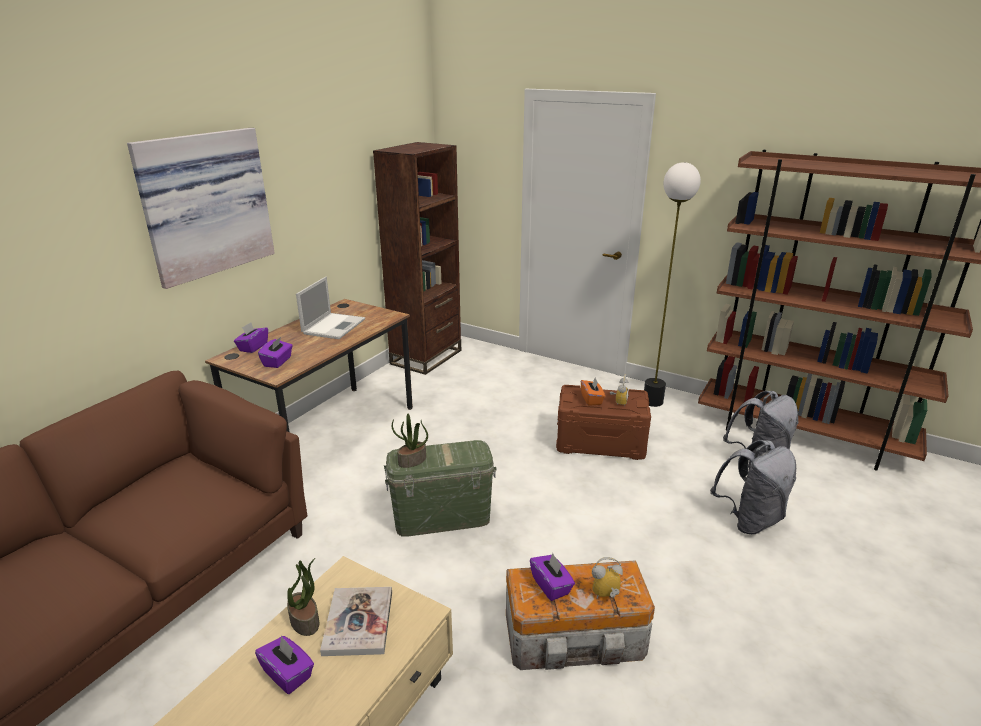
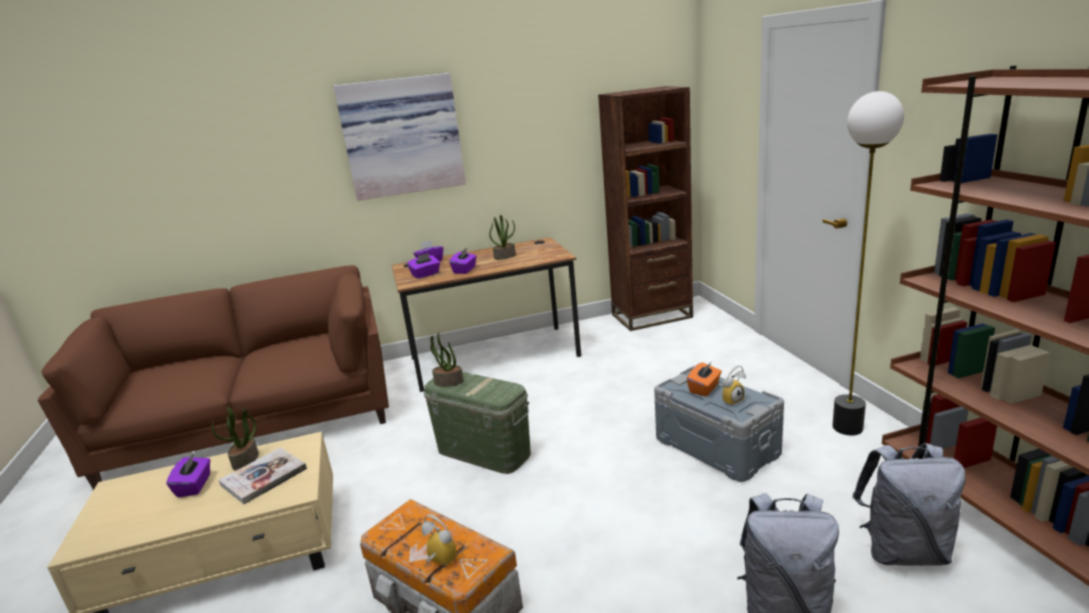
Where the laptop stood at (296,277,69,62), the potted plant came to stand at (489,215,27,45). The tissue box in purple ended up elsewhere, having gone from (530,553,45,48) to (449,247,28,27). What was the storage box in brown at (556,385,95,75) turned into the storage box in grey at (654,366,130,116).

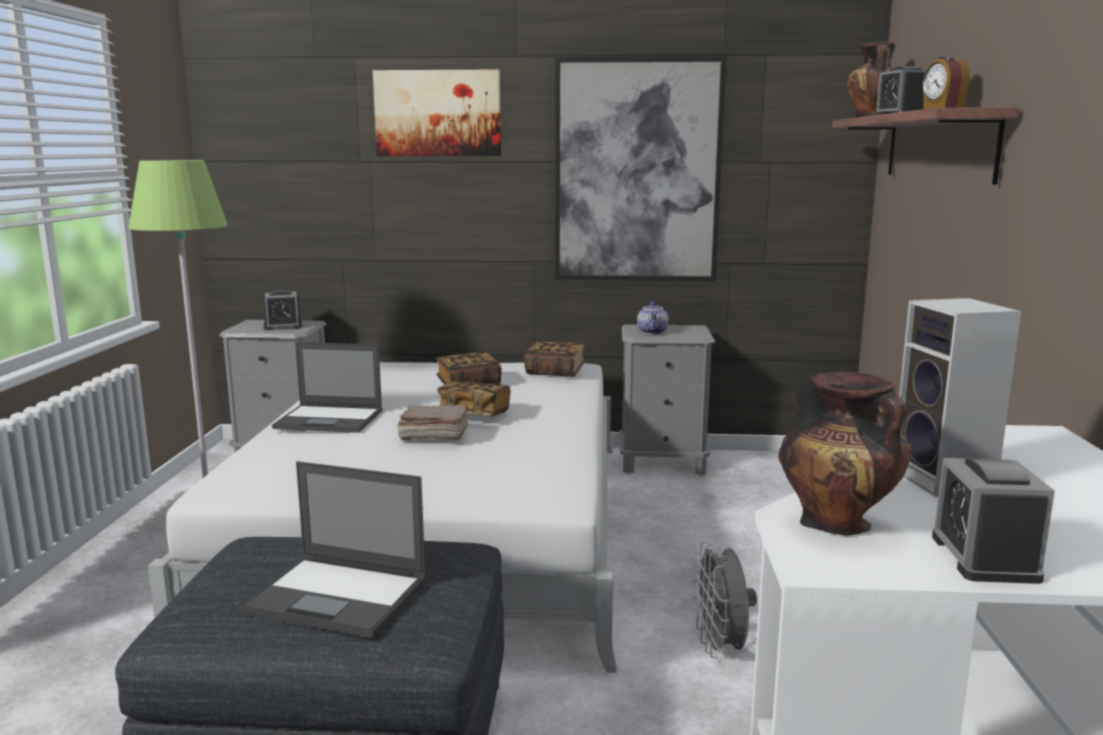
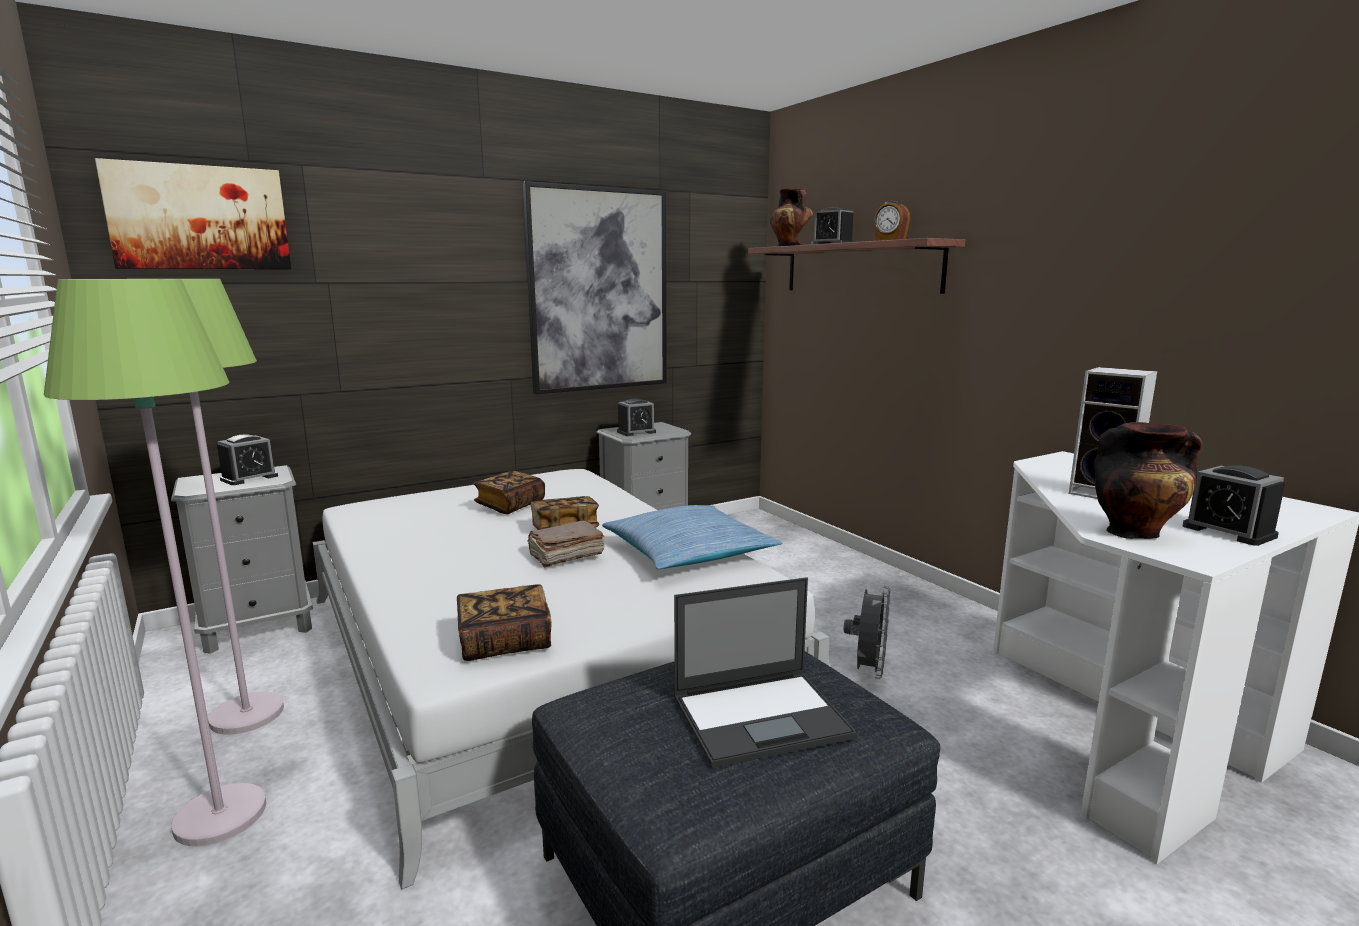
The second view lost the laptop at (272,342,111,91). The picture ended up elsewhere, having gone from (373,70,128,86) to (95,158,196,111). The book ended up elsewhere, having gone from (524,341,62,36) to (457,584,95,77). Where the teapot stood at (637,302,32,32), the alarm clock came to stand at (617,398,39,38). The fan in grey at (692,542,65,116) ended up facing another way, 120 degrees counterclockwise from before. The second view gained the floor lamp in green at (44,279,222,567). The second view gained the pillow at (602,505,180,64).

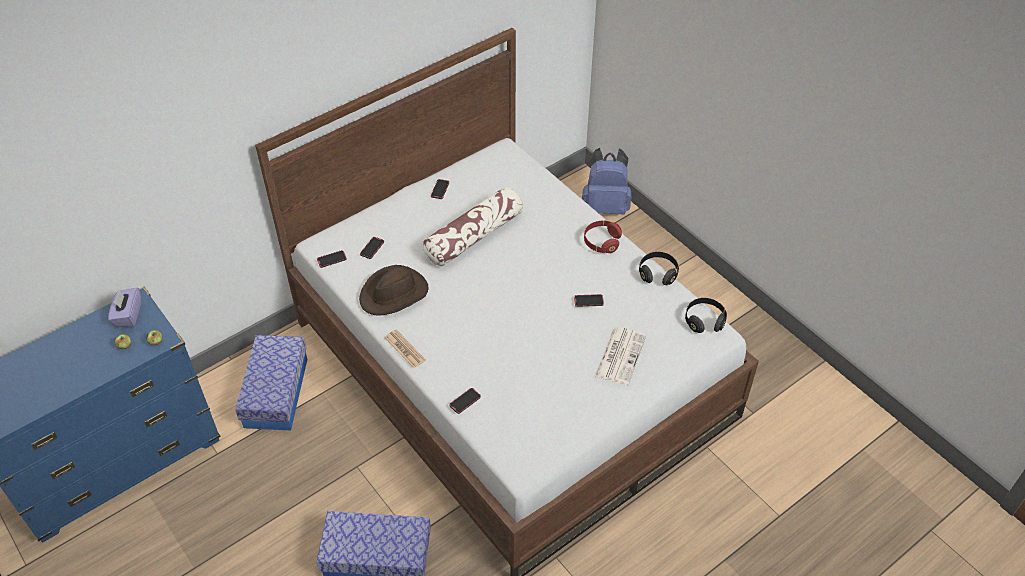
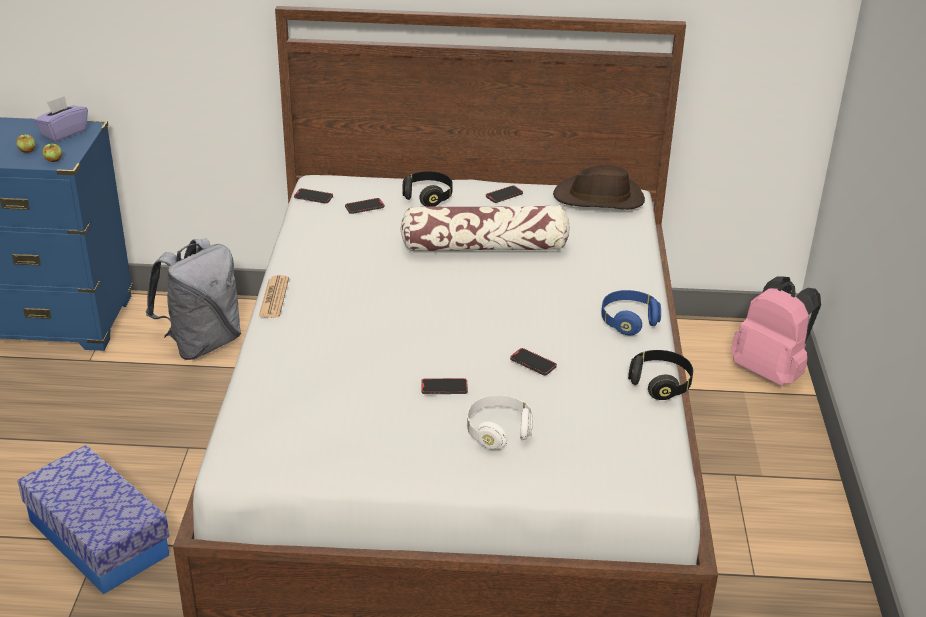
Where the storage box stood at (235,335,72,95), the backpack in grey came to stand at (146,239,95,121). The hat in brown ended up elsewhere, having gone from (359,265,69,51) to (553,165,92,45). The phone ended up elsewhere, having gone from (449,388,32,26) to (421,378,47,16). What was the backpack in blue at (582,148,49,67) turned into the backpack in pink at (731,276,90,110). What was the headphones in red at (584,221,38,32) turned into the headphones in blue at (601,290,60,45). Where the newspaper stood at (594,327,52,59), the headphones in white came to stand at (467,395,66,55). The headphones in black ended up elsewhere, having gone from (685,298,42,35) to (402,171,51,36).

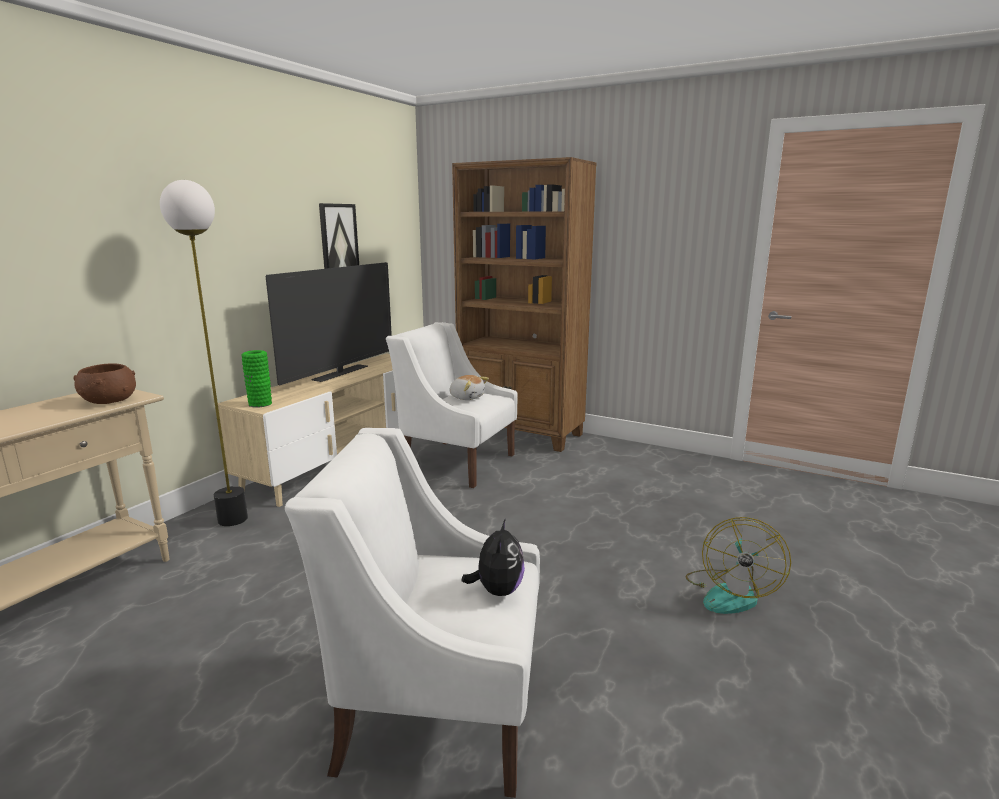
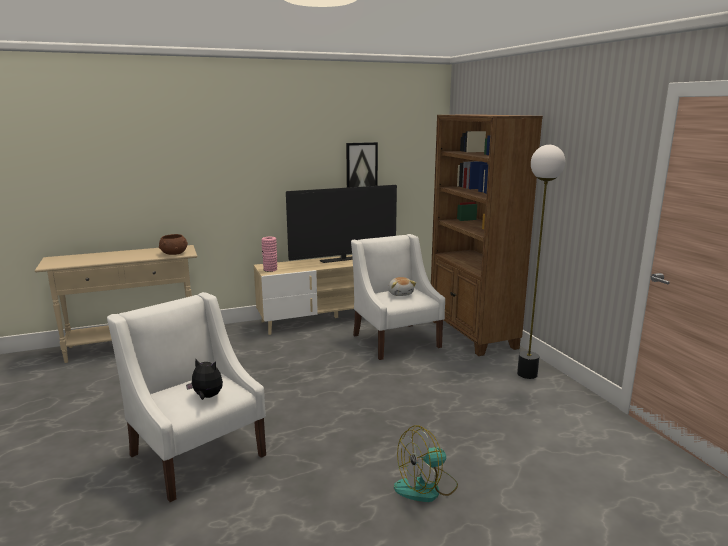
The floor lamp ended up elsewhere, having gone from (160,180,88,346) to (517,145,48,234). What was the vase in green at (241,350,31,58) turned into the vase in pink at (261,237,16,35). The plush toy at (461,518,64,78) ended up facing another way, 120 degrees counterclockwise from before.

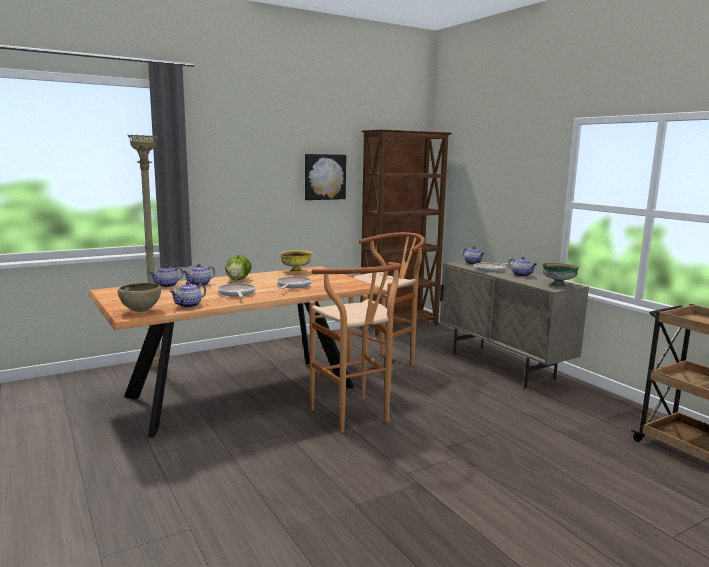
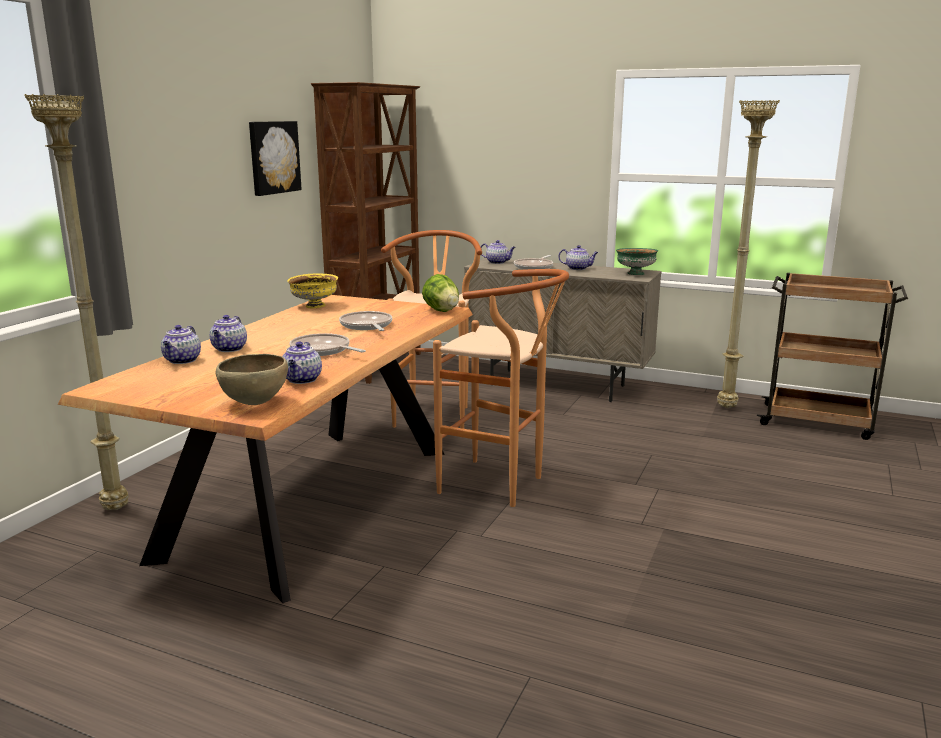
The lettuce ended up elsewhere, having gone from (225,254,27,27) to (422,274,37,38). The second view gained the floor lamp in beige at (717,100,63,308).

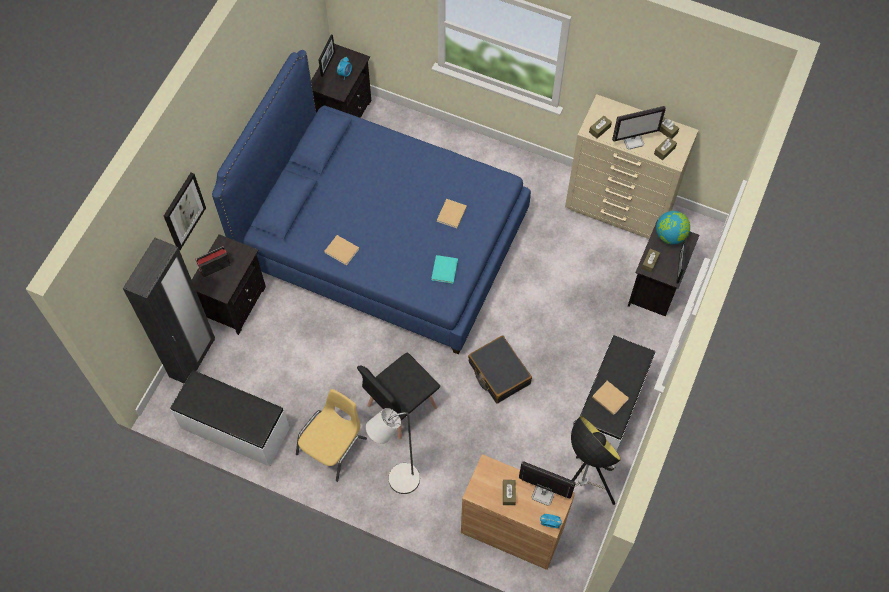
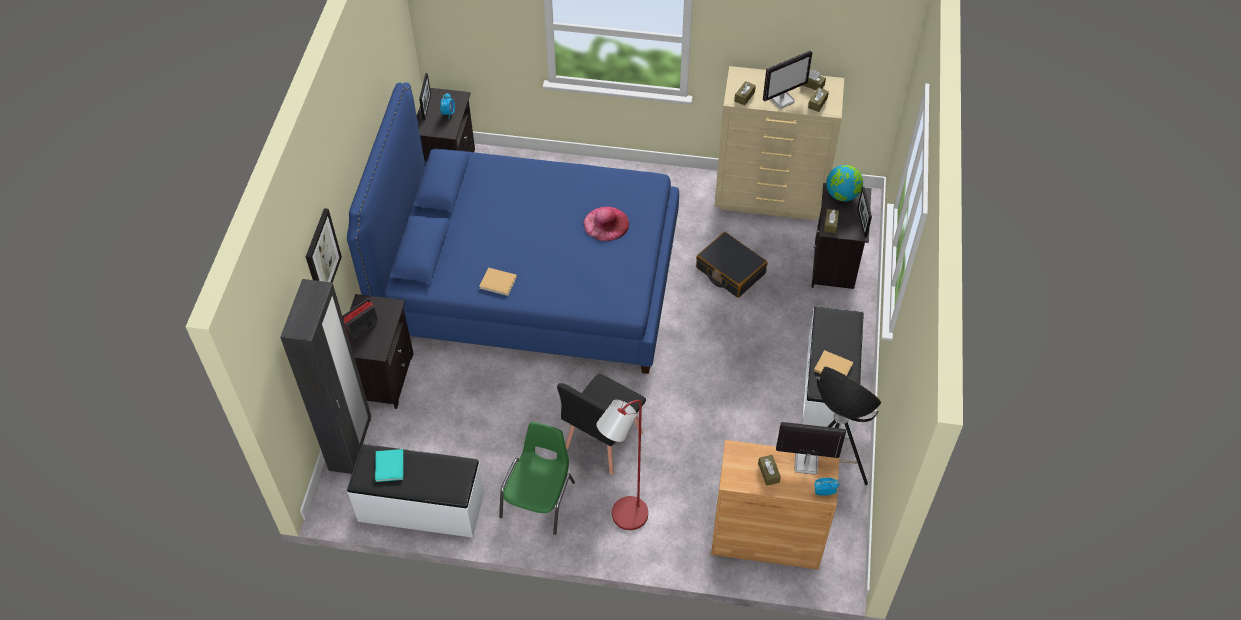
What was the chair in yellow at (296,389,71,93) turned into the chair in green at (499,422,76,113). What was the floor lamp in grey at (366,408,54,86) turned into the floor lamp in red at (596,400,52,130). The book in turquoise ended up elsewhere, having gone from (431,255,27,29) to (375,449,29,33). Where the book in beige stood at (437,199,30,29), the hat in pink came to stand at (583,207,46,35). The suitcase in black ended up elsewhere, having gone from (468,336,64,68) to (696,232,72,66).

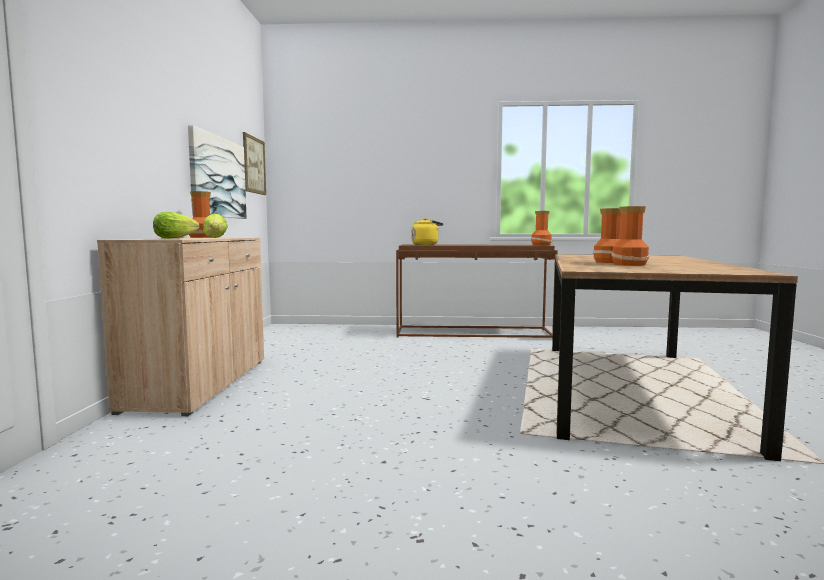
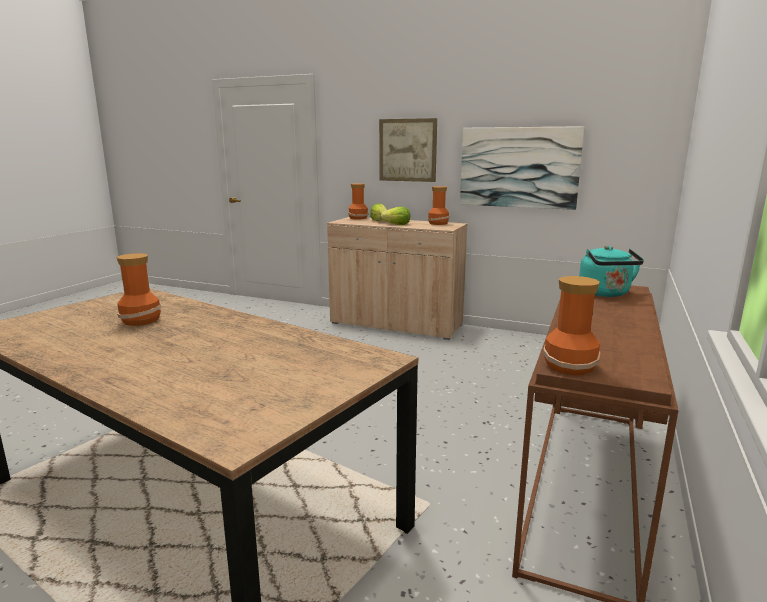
The picture ended up elsewhere, having gone from (243,132,23,63) to (379,118,58,64). What was the kettle in yellow at (412,218,31,27) turned into the kettle in turquoise at (579,246,65,51). The vase ended up elsewhere, having gone from (593,208,28,55) to (348,183,20,36).

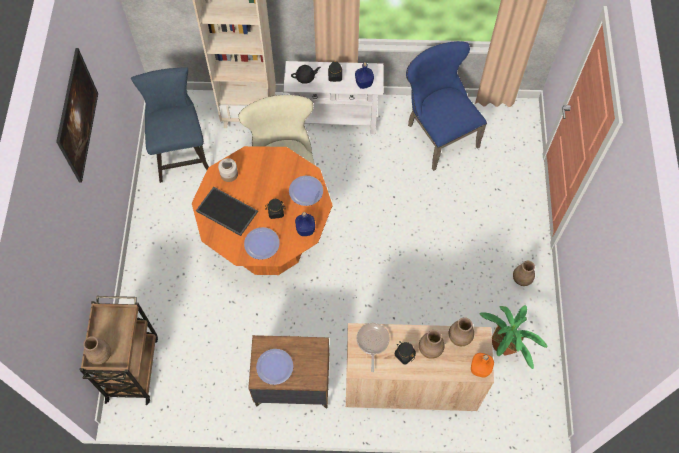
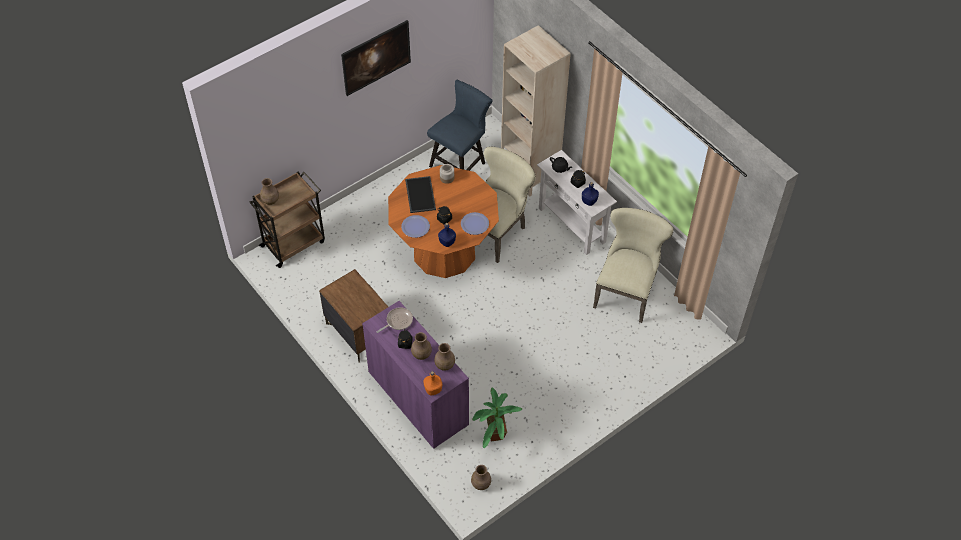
The second view lost the plate at (256,349,37,36). What was the cabinet in beige at (346,323,148,88) turned into the cabinet in purple at (362,301,107,148). What was the chair in blue at (406,41,81,130) turned into the chair in beige at (593,208,81,115). The vase in brown ended up elsewhere, having gone from (513,261,22,25) to (471,465,20,25).

